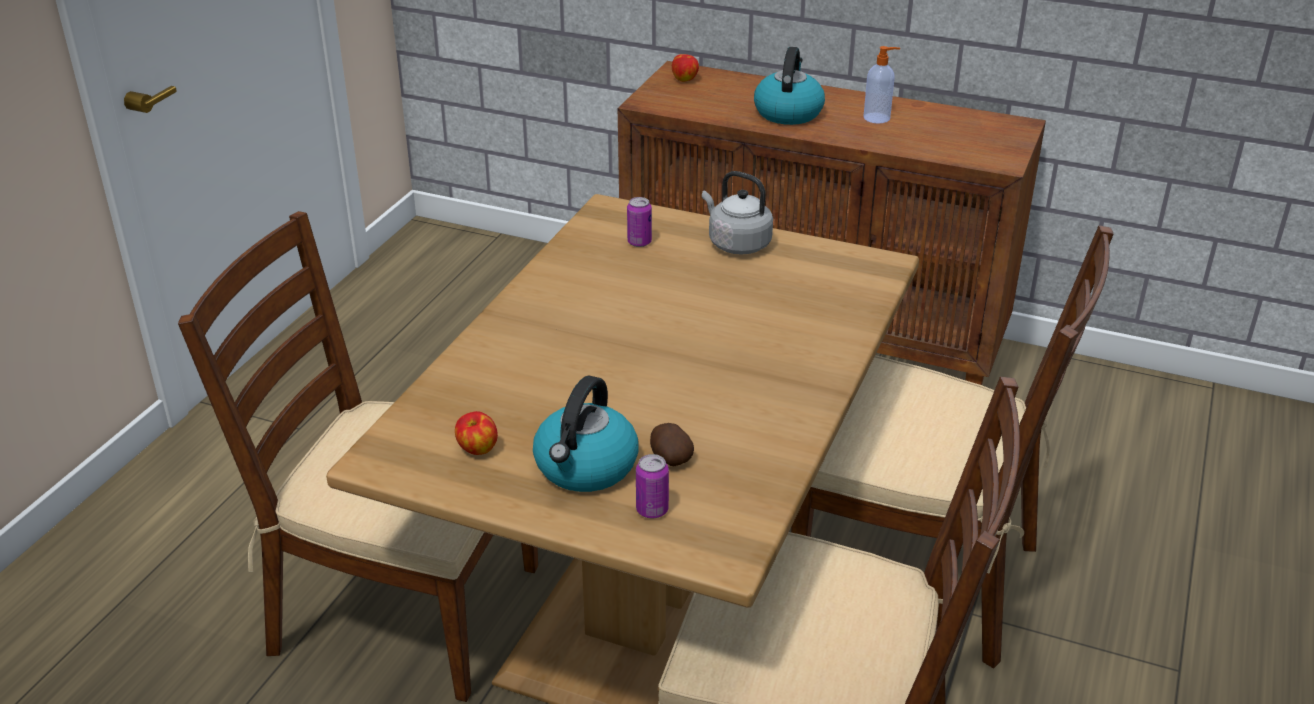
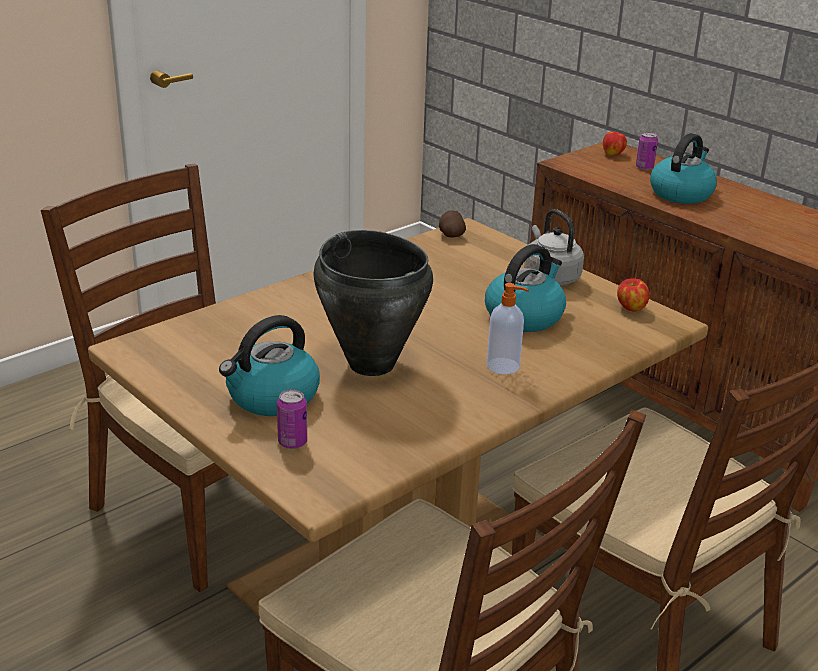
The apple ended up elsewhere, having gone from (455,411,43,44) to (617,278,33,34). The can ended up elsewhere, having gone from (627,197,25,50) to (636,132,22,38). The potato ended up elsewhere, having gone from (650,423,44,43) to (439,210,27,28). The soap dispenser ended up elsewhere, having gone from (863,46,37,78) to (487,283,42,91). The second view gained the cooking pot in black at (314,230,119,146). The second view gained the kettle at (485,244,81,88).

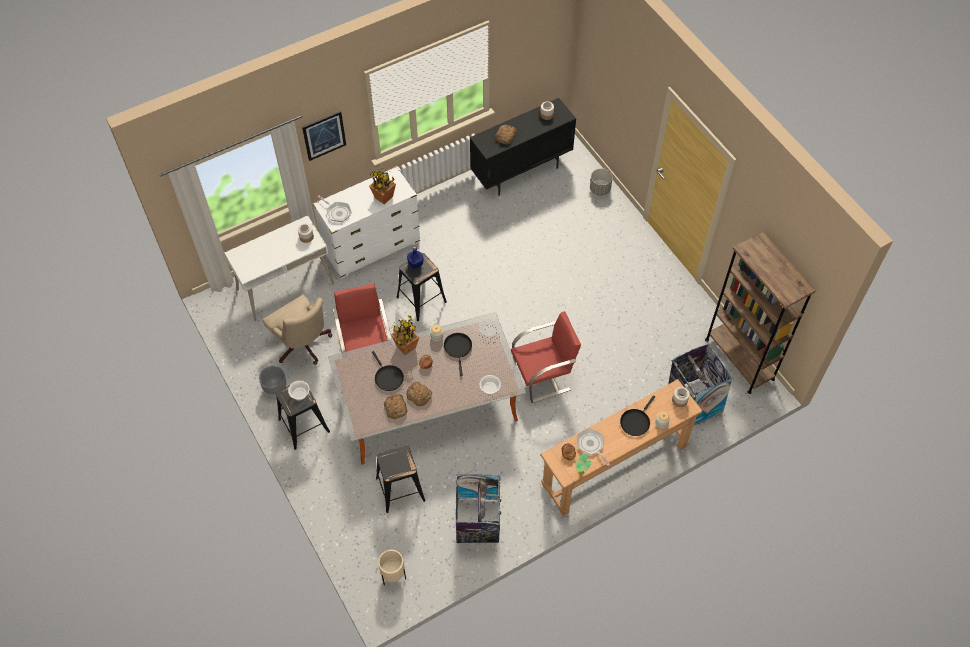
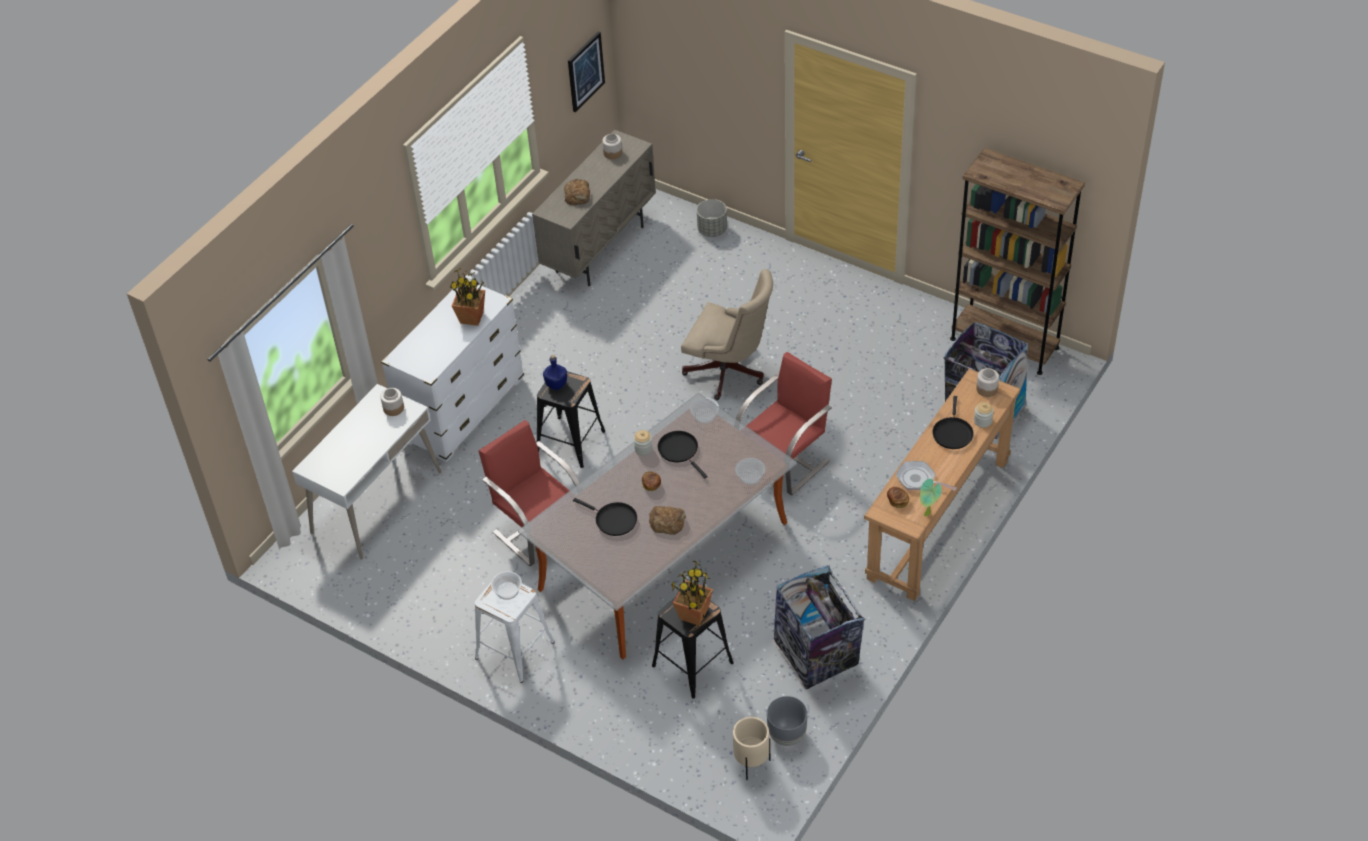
The planter in grey ended up elsewhere, having gone from (259,366,28,31) to (767,696,40,50). The office chair in beige ended up elsewhere, having gone from (262,294,70,71) to (681,269,92,131). What was the stool in black at (276,380,54,70) turned into the stool in white at (475,583,80,100). The picture ended up elsewhere, having gone from (302,111,44,50) to (568,31,37,81). The second view lost the frying pan at (317,195,35,27). The second view lost the bread at (384,394,23,25). The potted plant ended up elsewhere, having gone from (391,315,28,40) to (672,561,41,65). What was the cabinet in black at (470,98,106,98) turned into the cabinet in beige at (532,130,124,156).

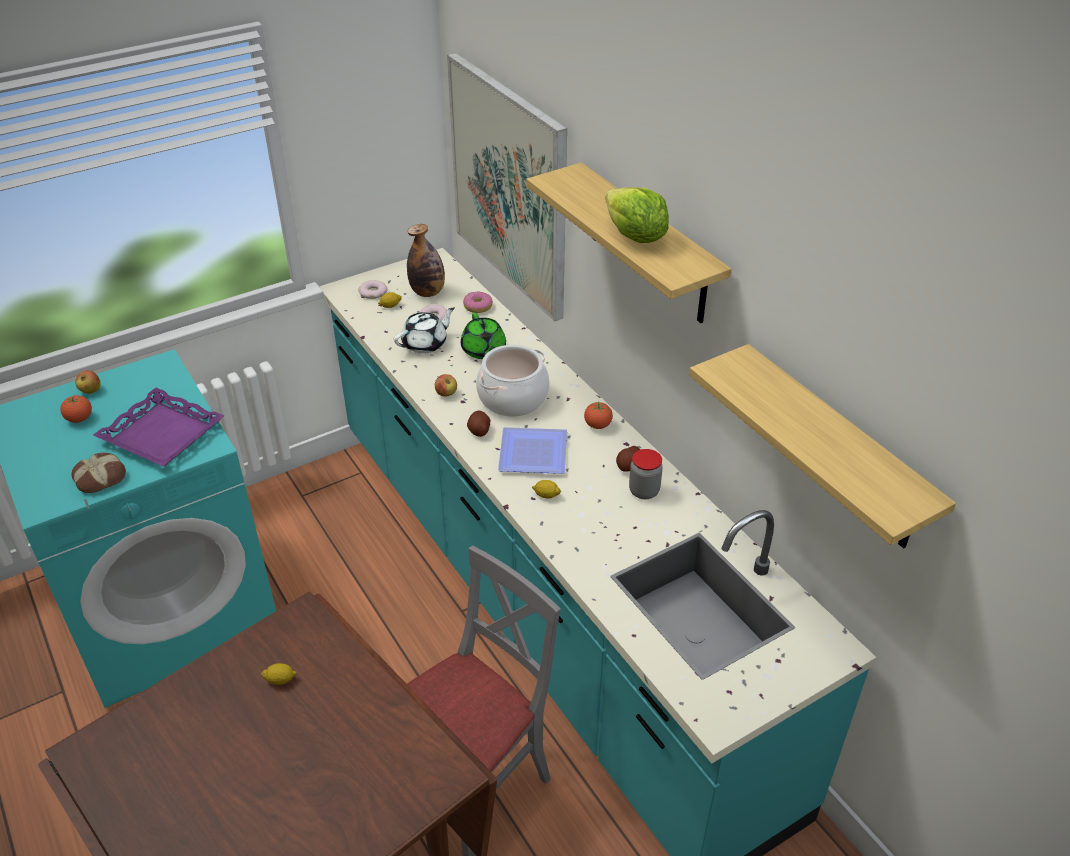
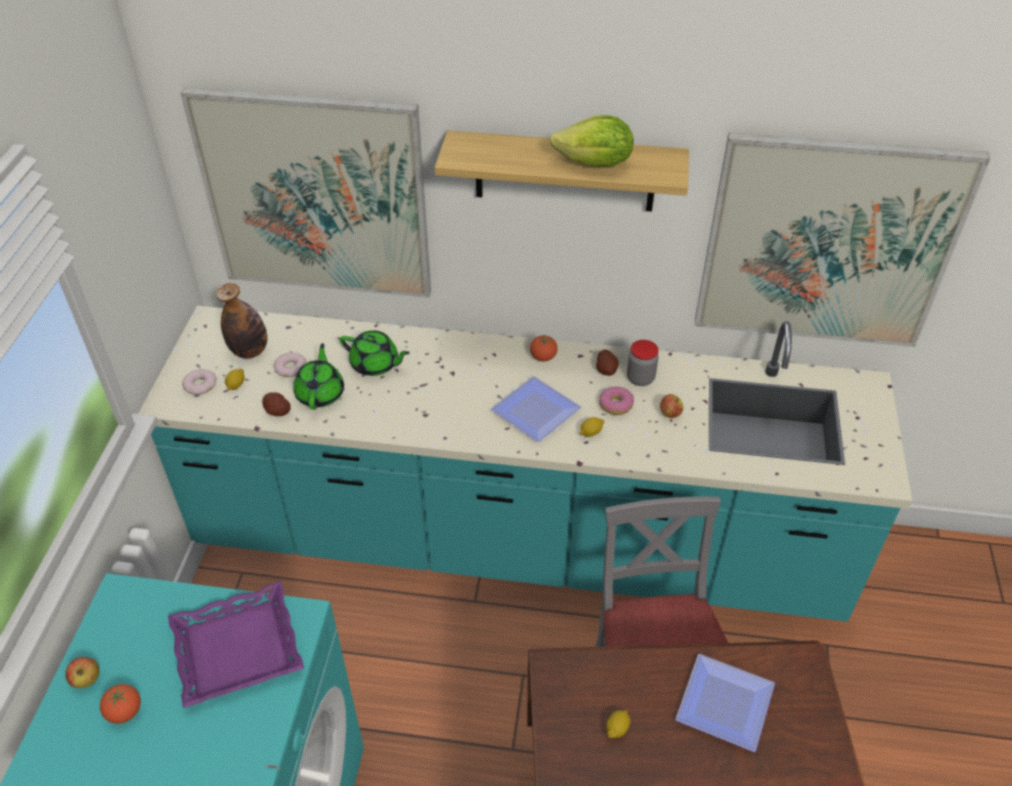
The second view lost the bread at (71,453,55,40). What was the teapot in white at (394,307,61,47) turned into the teapot in green at (293,343,51,67). The apple ended up elsewhere, having gone from (435,374,22,23) to (660,394,23,24). The donut ended up elsewhere, having gone from (463,291,30,22) to (599,386,35,29). The potato ended up elsewhere, having gone from (467,410,23,27) to (262,392,29,24). The second view lost the cooking pot at (476,344,74,73). Where the shelf hung at (689,344,267,205), the picture came to hang at (695,132,295,215). The second view gained the plate at (676,654,99,98).

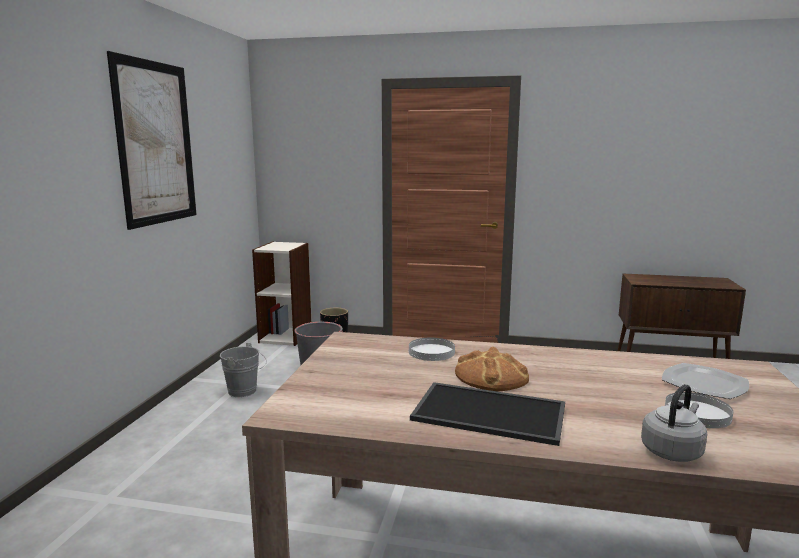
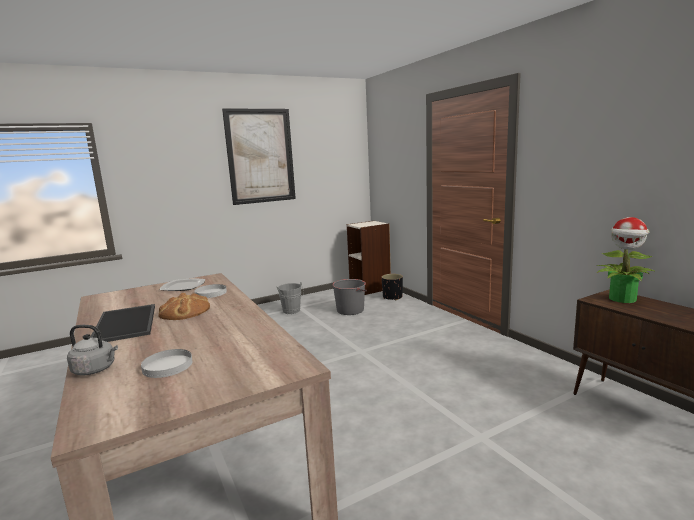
The plate ended up elsewhere, having gone from (662,363,87,36) to (159,279,46,12). The second view gained the potted plant at (597,217,59,86).

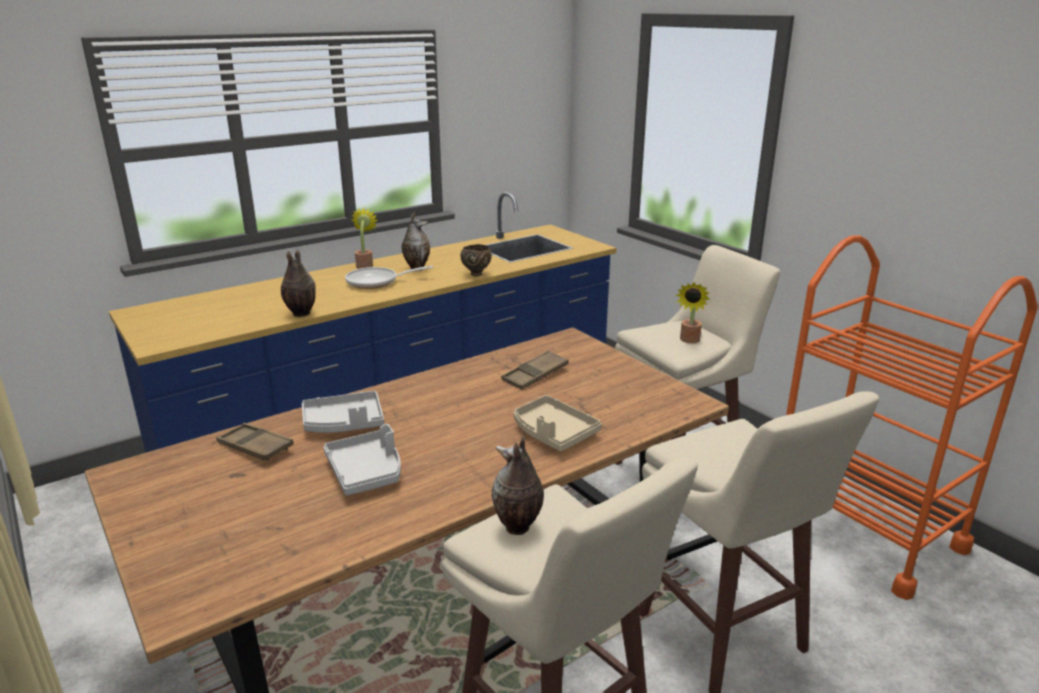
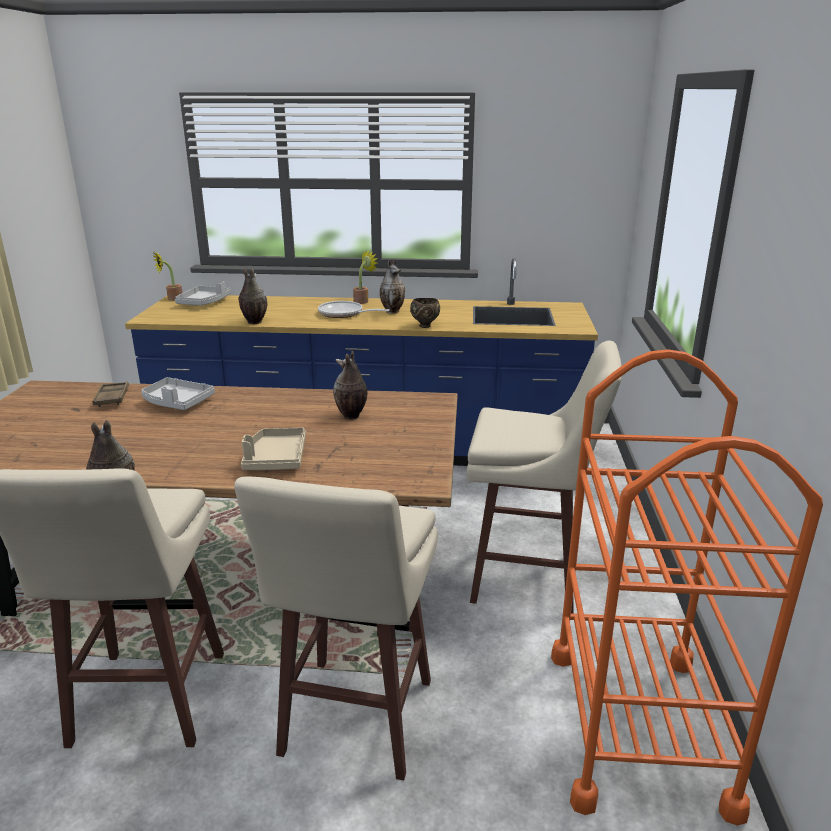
The tray in grey ended up elsewhere, having gone from (324,424,77,71) to (175,281,56,24). Where the tray in brown stood at (502,350,67,40), the vase came to stand at (333,351,34,69). The potted plant ended up elsewhere, having gone from (675,283,35,60) to (152,252,30,49).

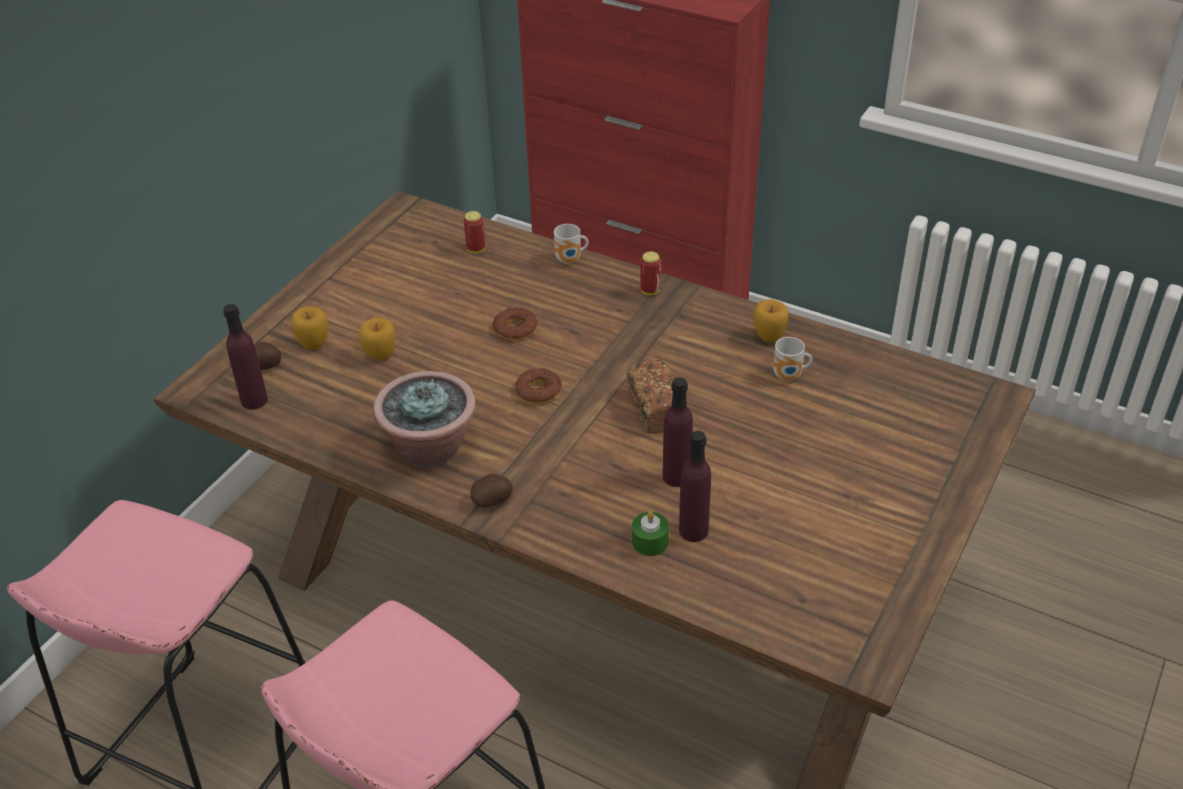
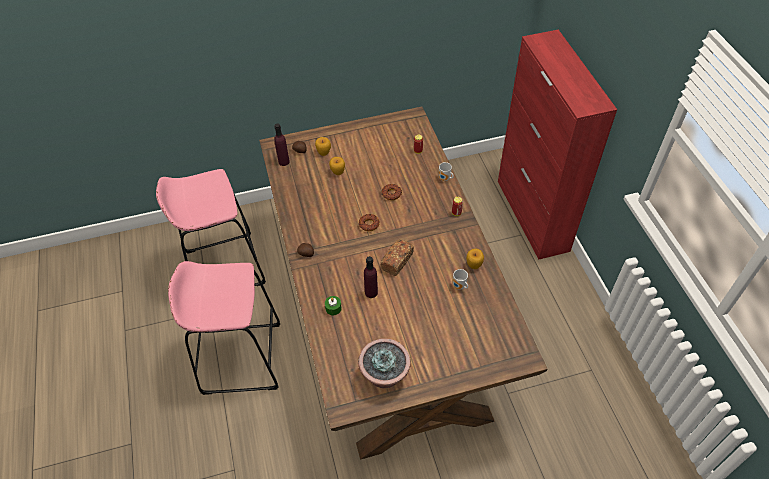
The potted plant ended up elsewhere, having gone from (373,371,103,96) to (358,338,53,50). The second view lost the bottle in purple at (679,431,32,111).

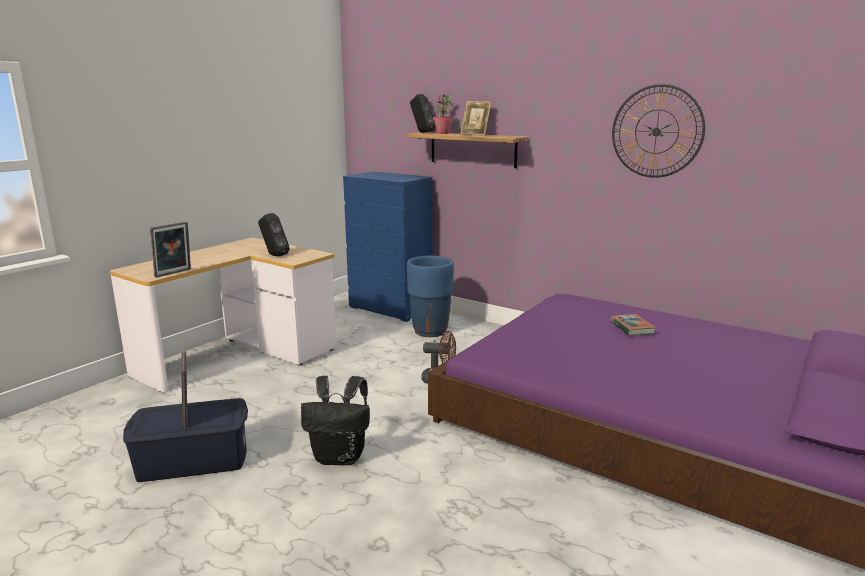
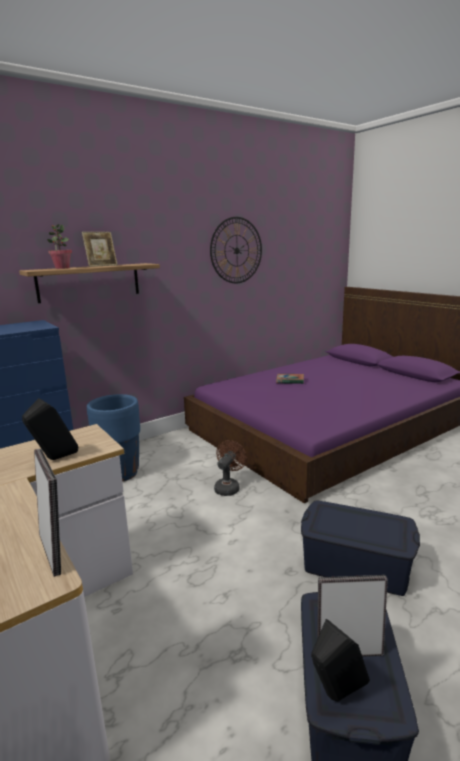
Where the backpack in black stood at (301,376,69,89), the storage box in blue came to stand at (301,501,119,95). The speaker in black ended up elsewhere, having gone from (410,94,26,39) to (311,619,59,82).

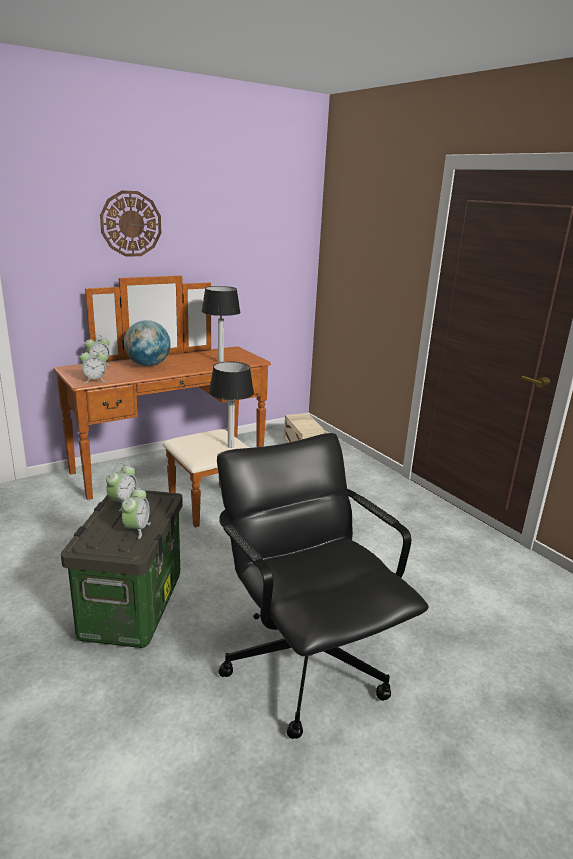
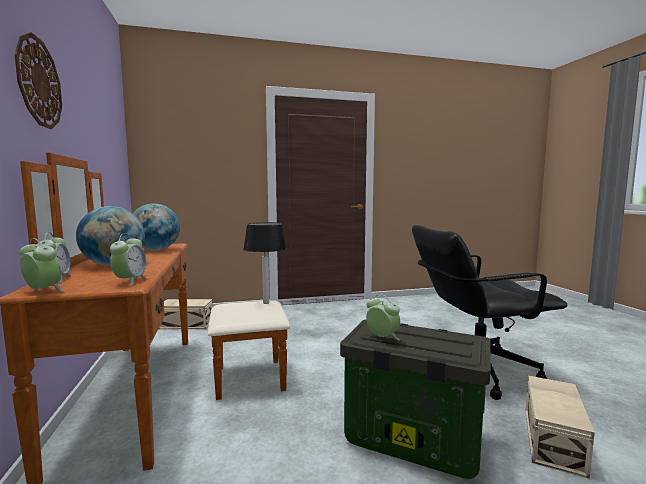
The alarm clock ended up elsewhere, having gone from (122,487,29,52) to (19,238,45,54). Where the table lamp stood at (201,286,40,76), the globe came to stand at (133,203,47,47). The second view gained the storage box in beige at (525,376,70,103).

